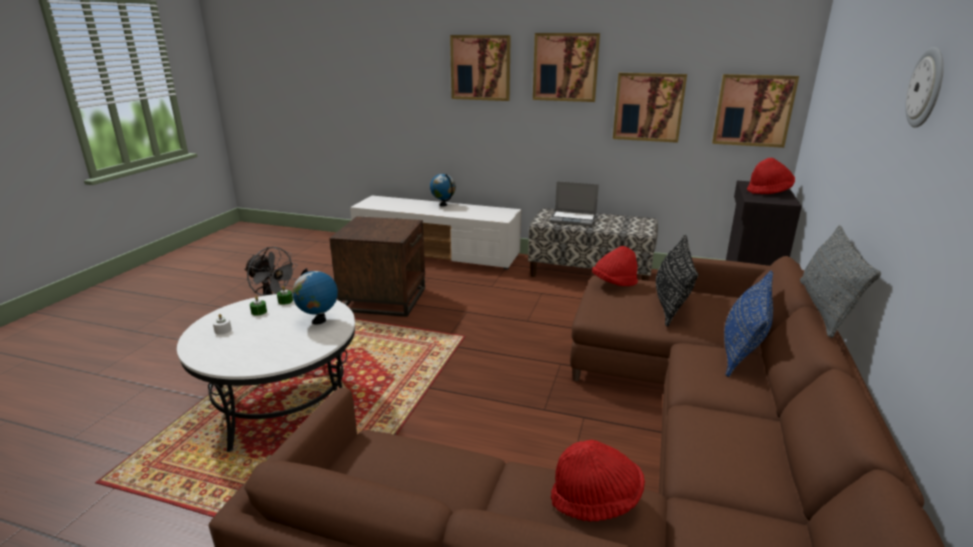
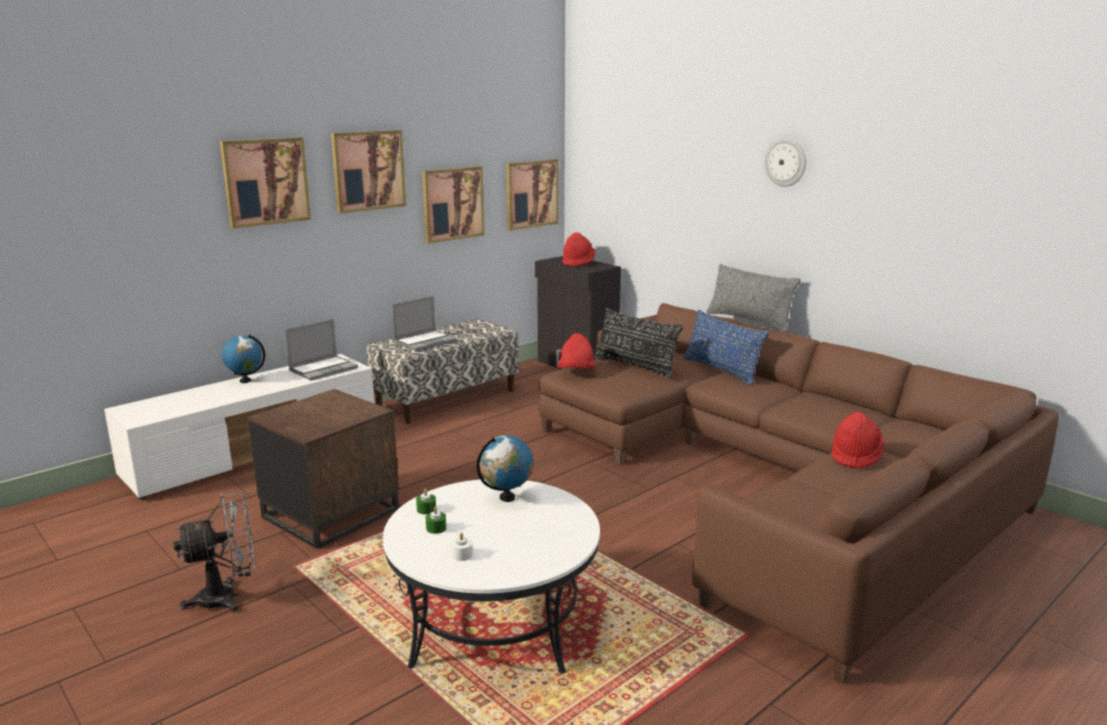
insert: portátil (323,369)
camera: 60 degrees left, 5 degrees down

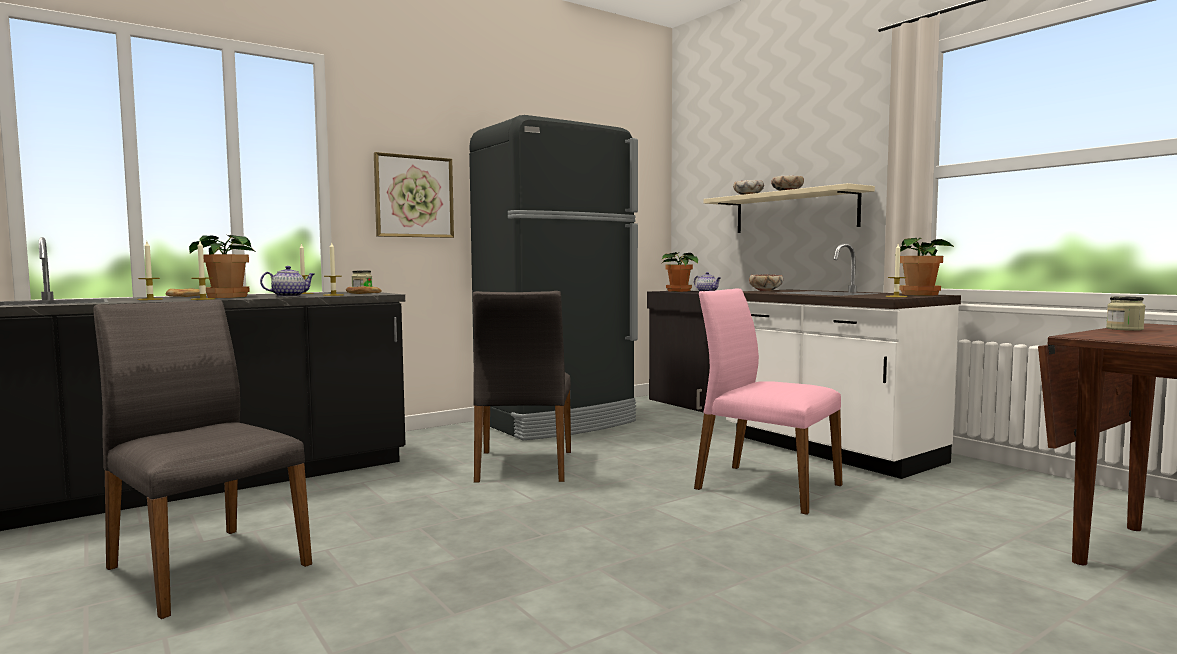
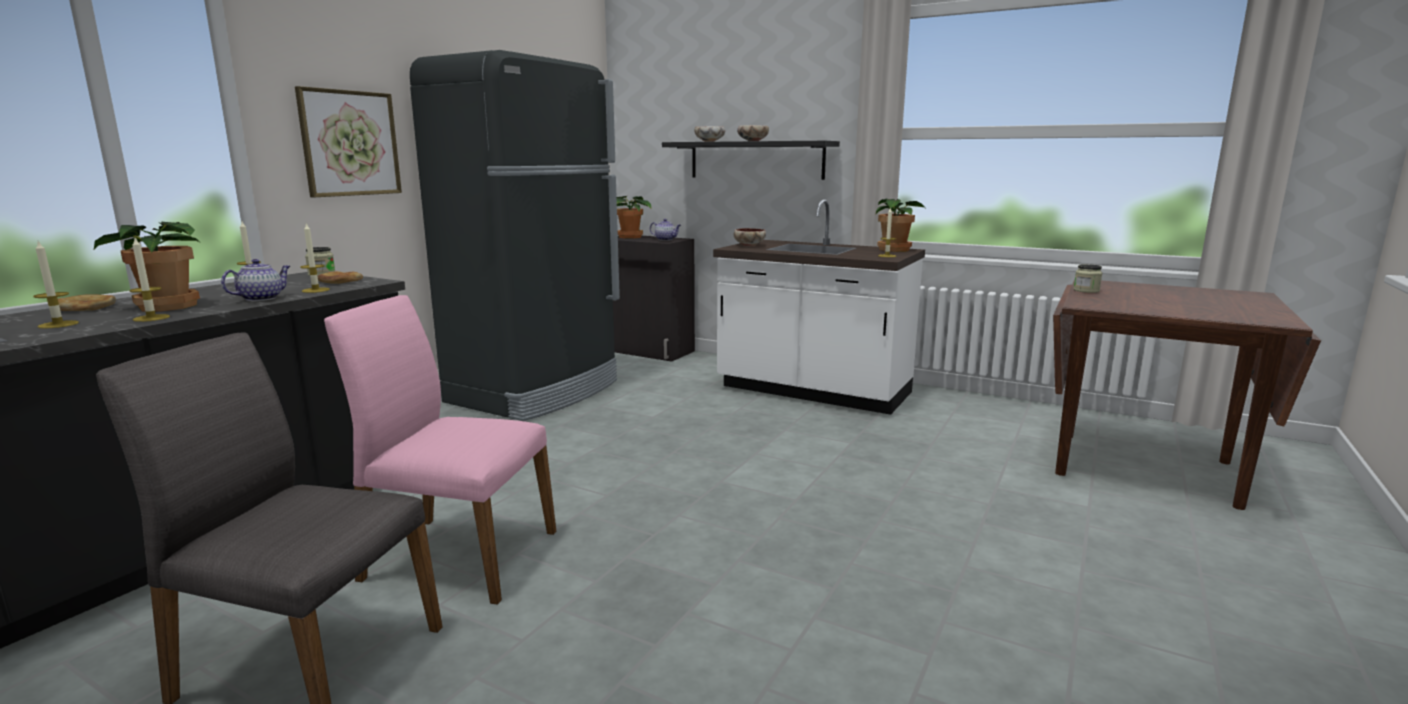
delete: silla [gris] (523,466)
move: silla [rosa] (765,487) to (457,556)
recolor: estante [beis] (794,212) to estante [negro] (756,160)
camera: 25 degrees left, 10 degrees up

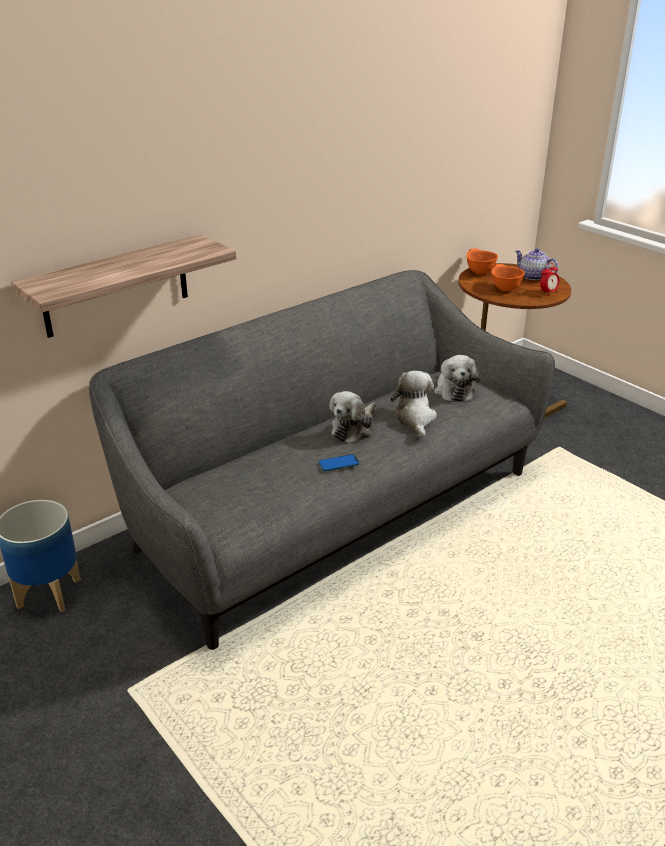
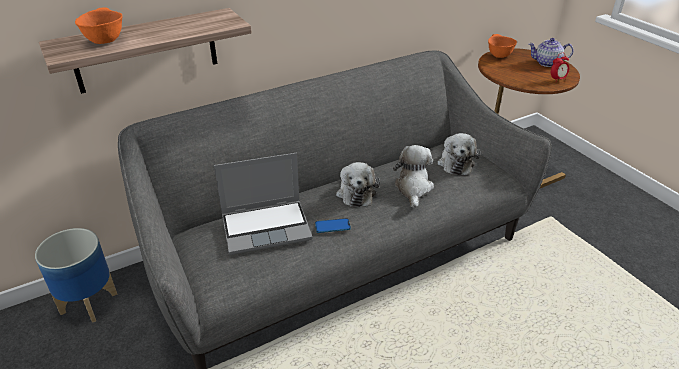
insert: portátil (267,227)
move: cuenco [naranja] (504,289) to (104,41)
rotate: peluche (353,429) = (356,192) 45 degrees counterclockwise; tetera (533,276) = (546,63) 45 degrees counterclockwise
camera: 10 degrees right, 5 degrees up

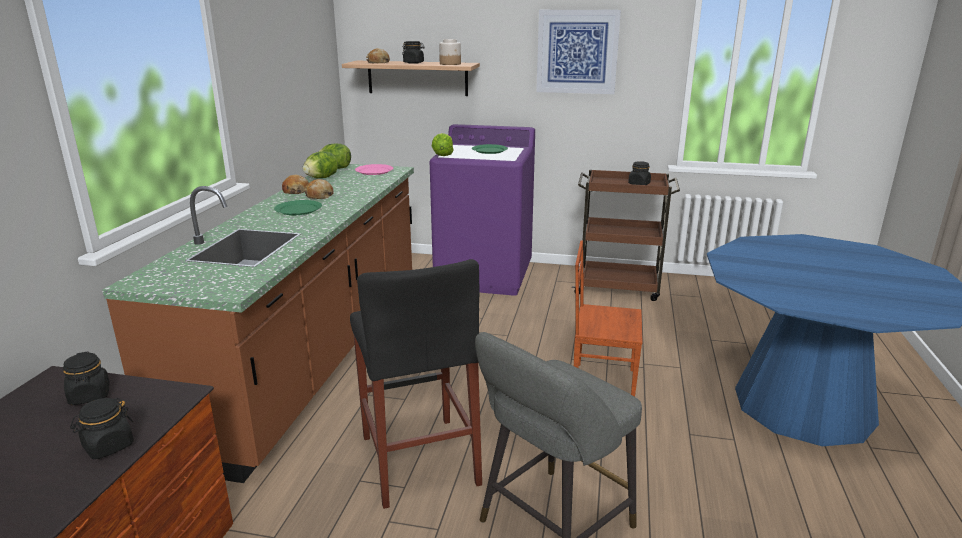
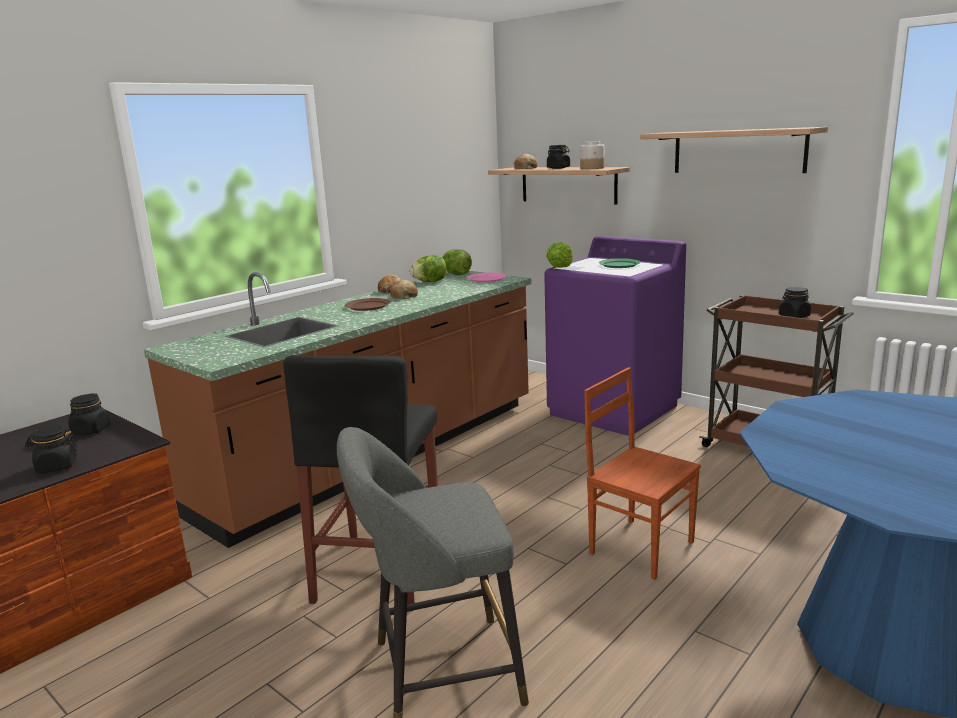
replace: cuadro (577,52) to estante (738,151)
recolor: plato [verde] (299,209) to plato [marrón] (368,306)
camera: 30 degrees right, 5 degrees down

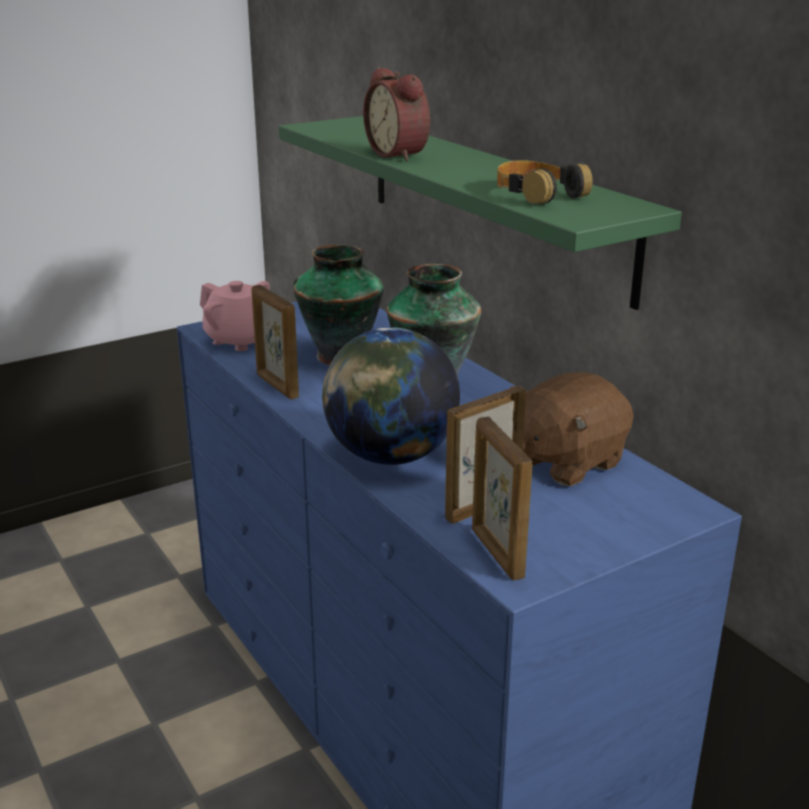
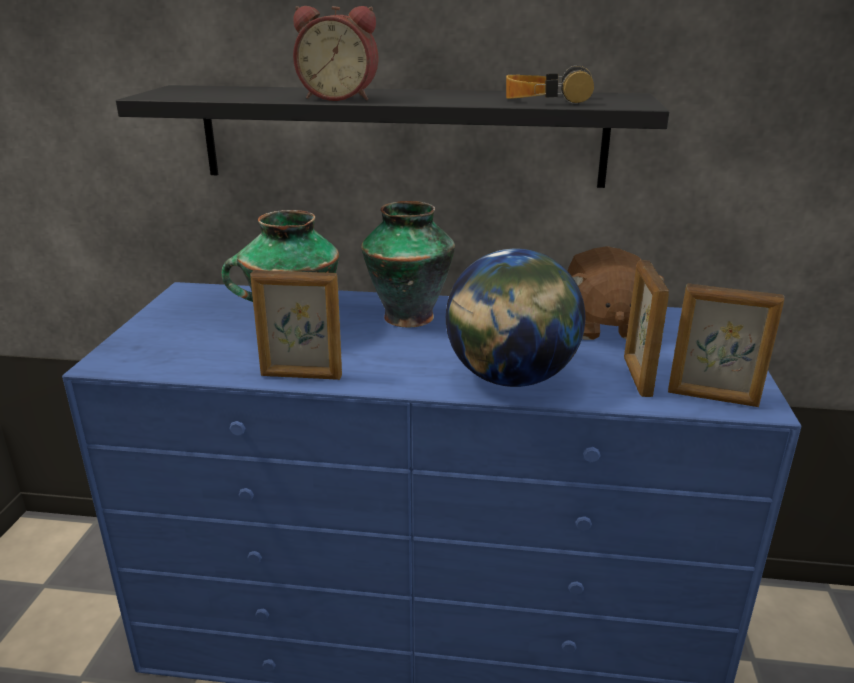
delete: tetera [rosa] (240,341)
recolor: estante [verde] (491,201) to estante [negro] (401,136)
camera: 50 degrees left, 0 degrees up

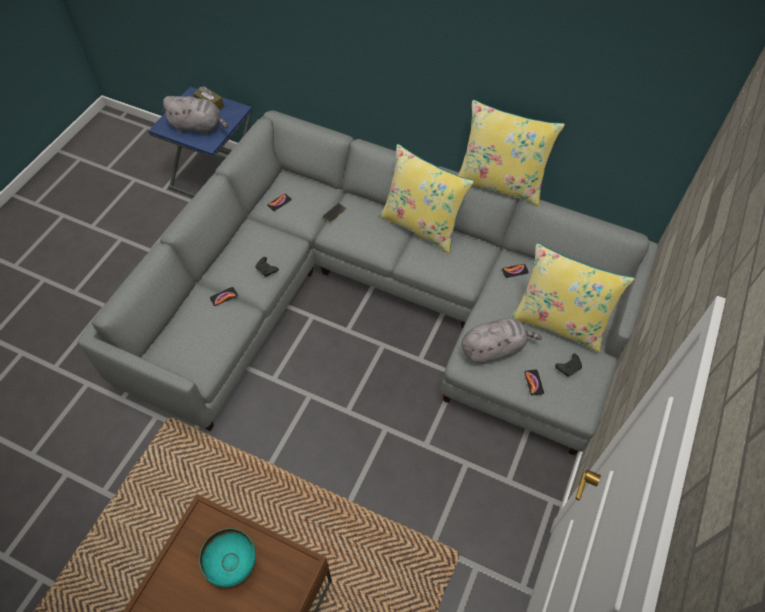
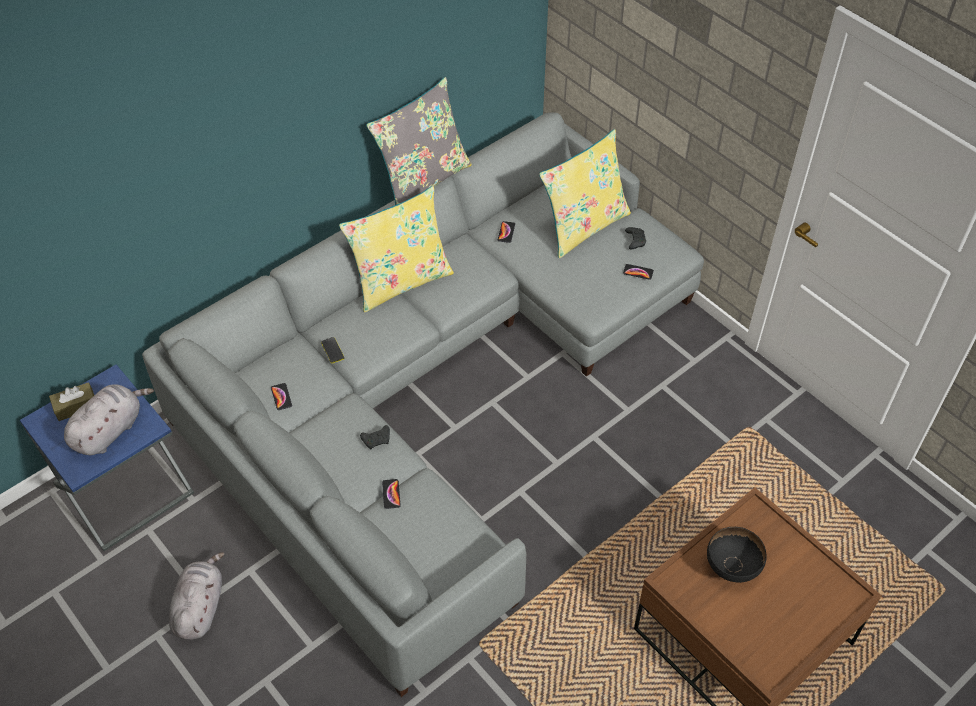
move: peluche [gris] (494,348) to (200,607)
recolor: cuenco [turquesa] (233,564) to cuenco [negro] (732,568); cojín [amarillo] (500,183) to cojín [gris] (423,180)
camera: 65 degrees left, 5 degrees down

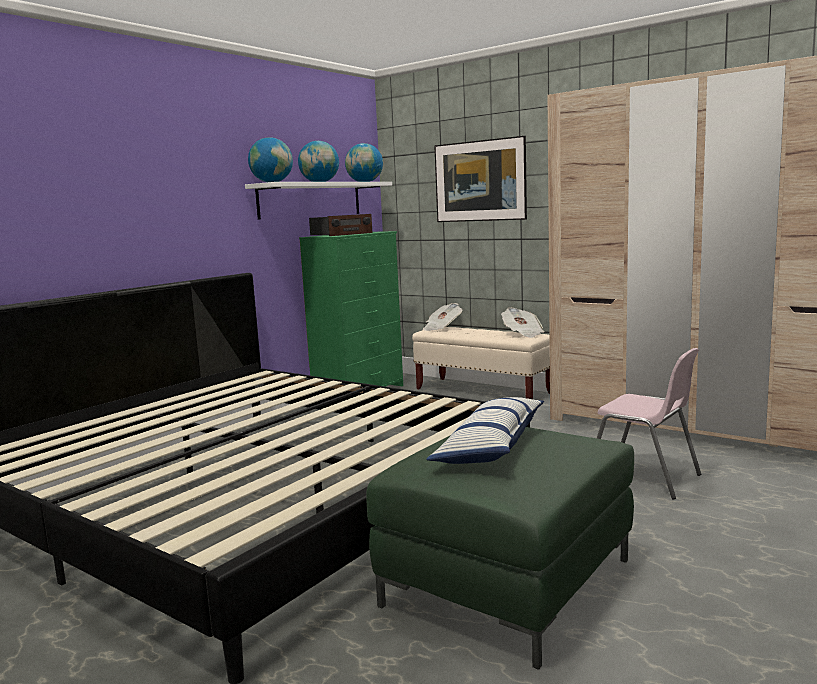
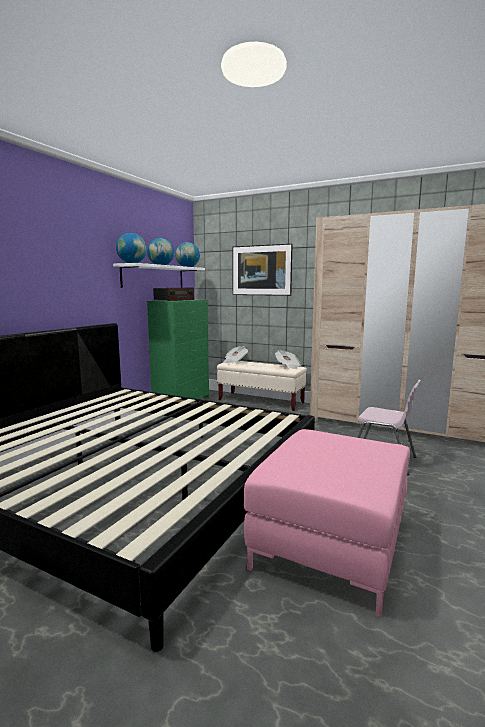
delete: cojín (490,447)
recolor: puf [verde] (507,582) to puf [rosa] (330,543)
camera: 10 degrees left, 0 degrees up

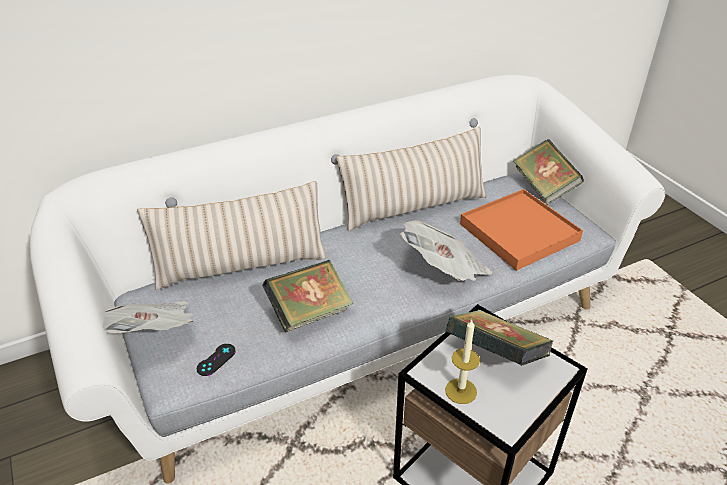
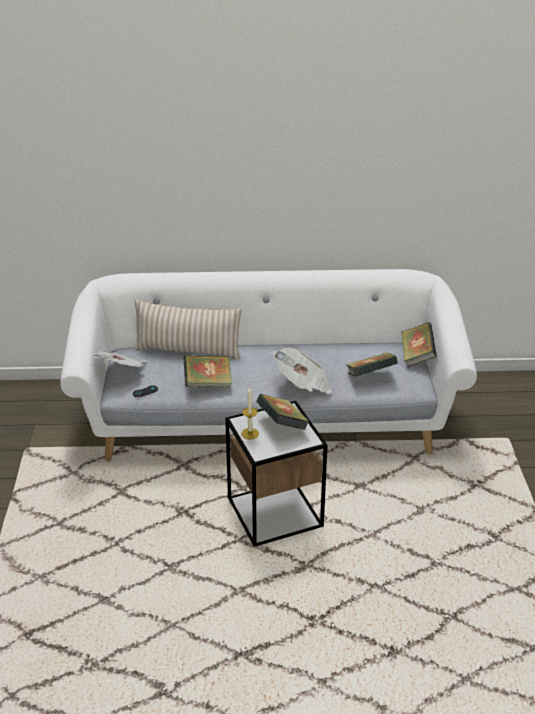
delete: cojín [beis] (414,207)
replace: bandeja [naranja] (518,232) to libro (370,376)
camera: 25 degrees right, 5 degrees down

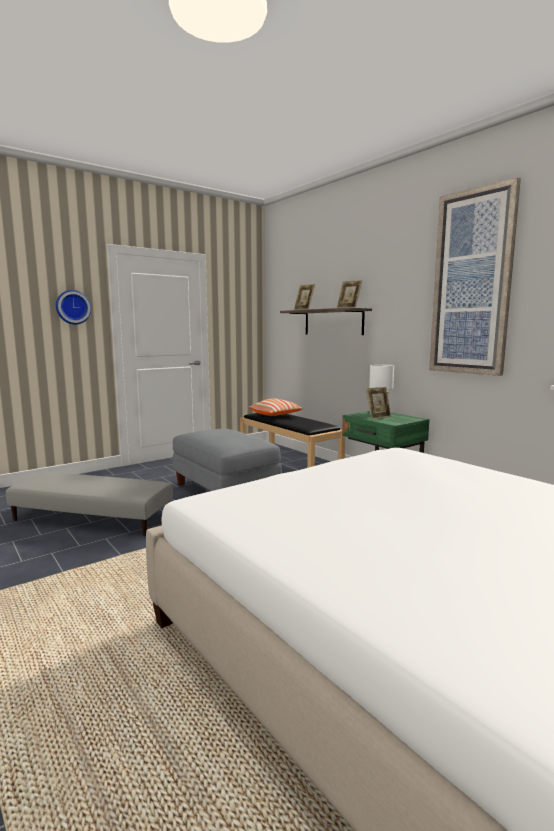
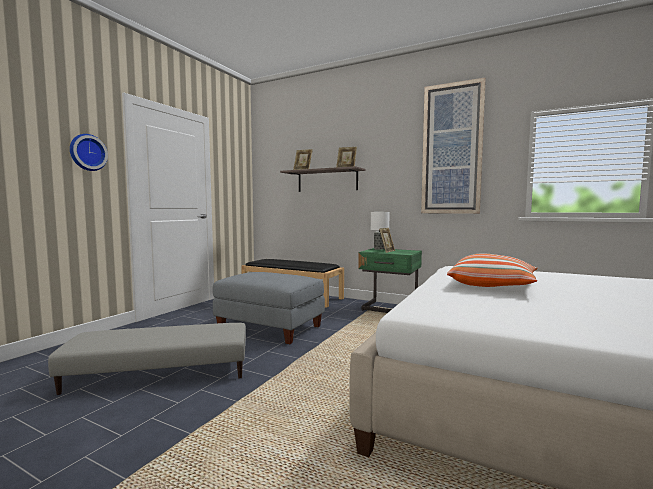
move: cojín (276,415) to (492,285)
camera: 25 degrees left, 5 degrees down

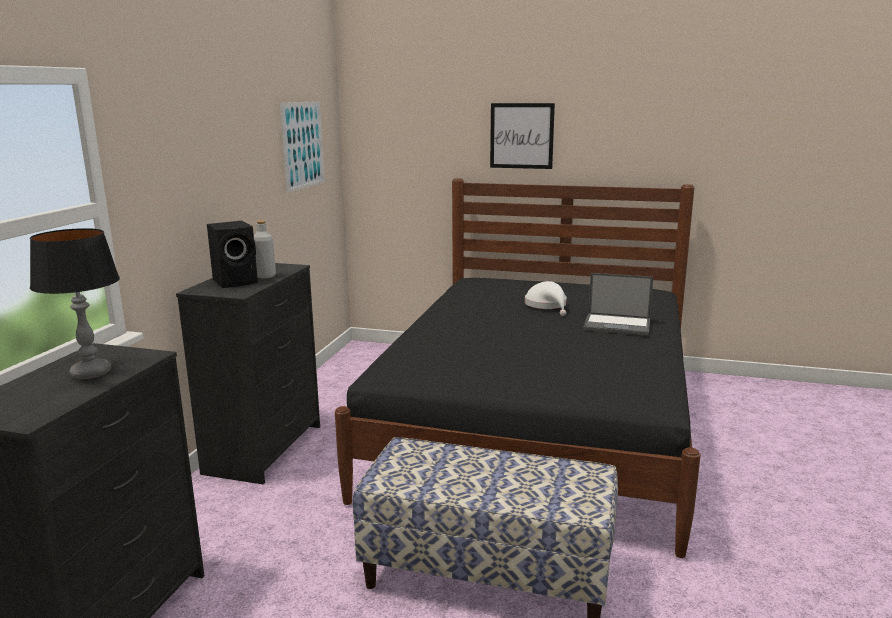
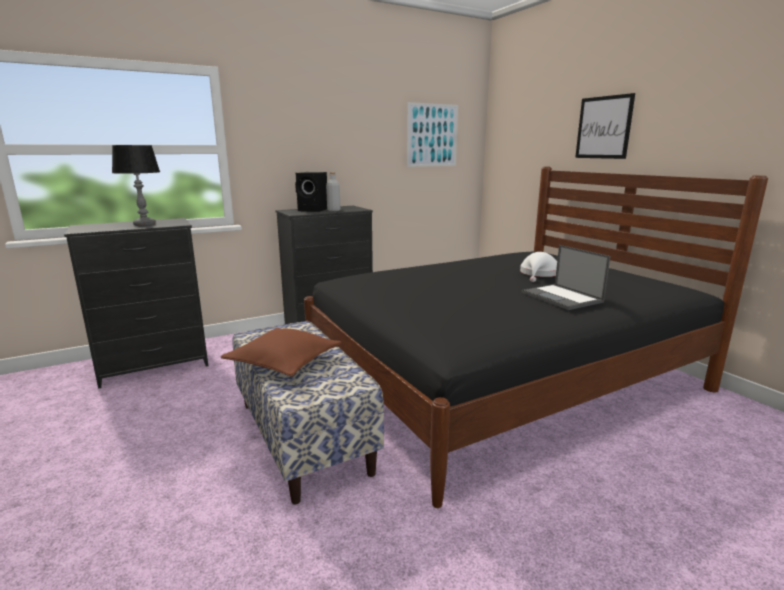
insert: cojín [marrón] (284,361)
camera: 45 degrees right, 0 degrees up

